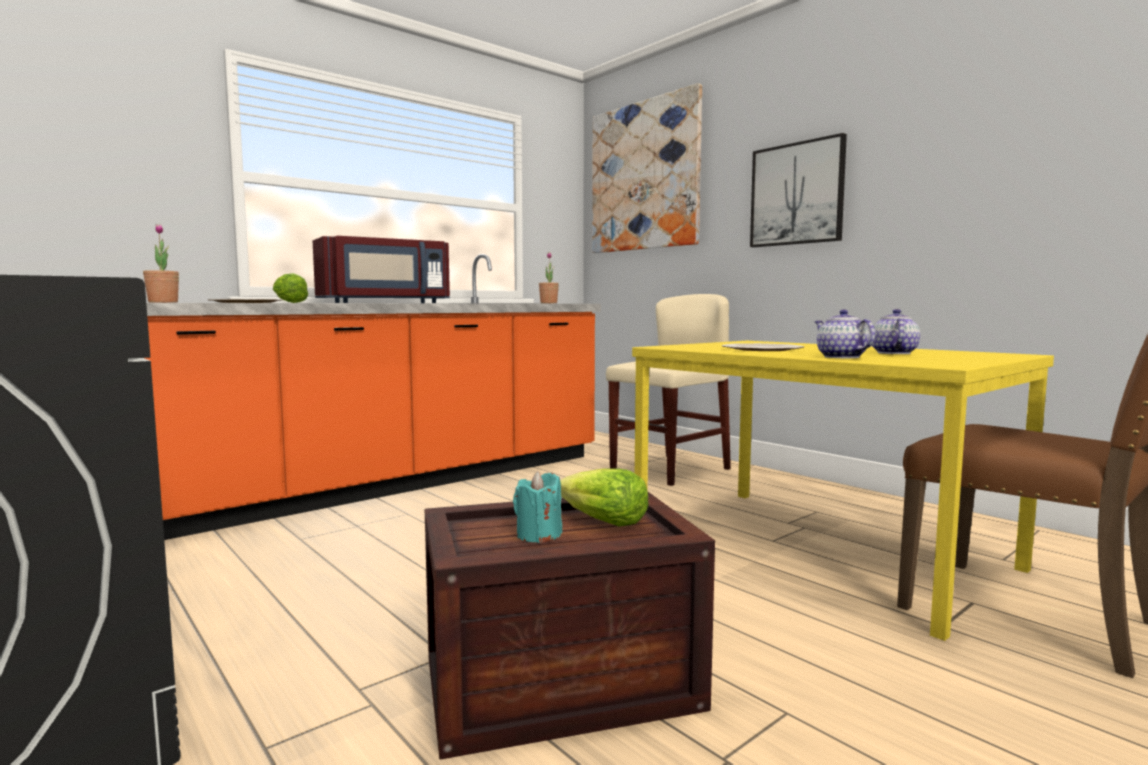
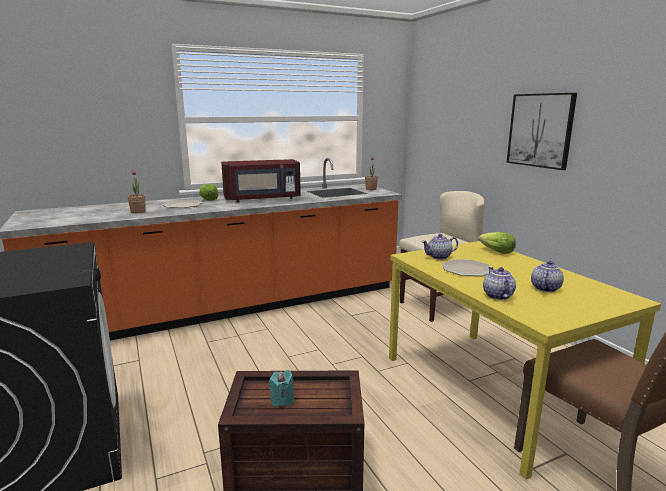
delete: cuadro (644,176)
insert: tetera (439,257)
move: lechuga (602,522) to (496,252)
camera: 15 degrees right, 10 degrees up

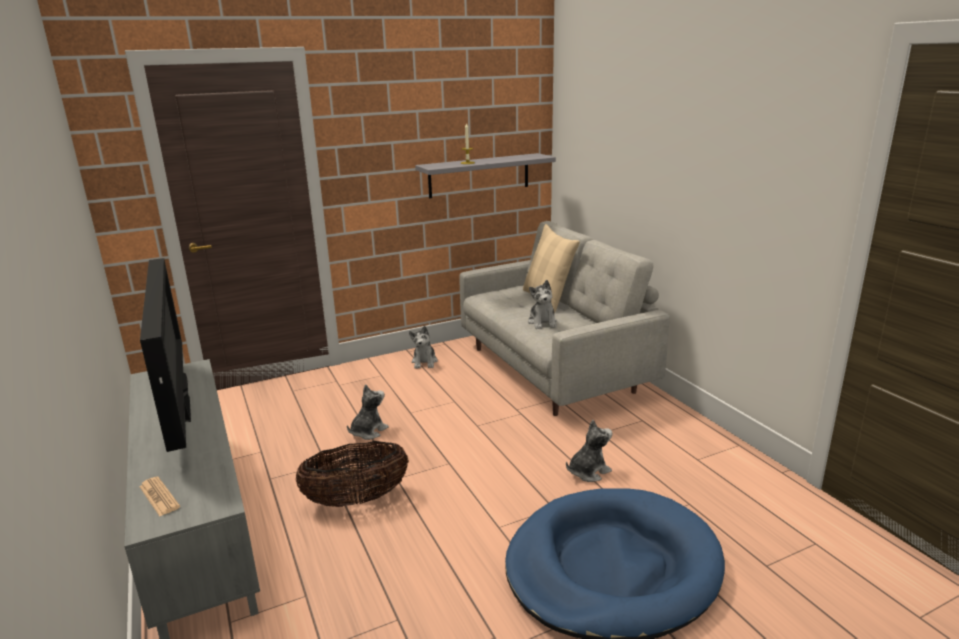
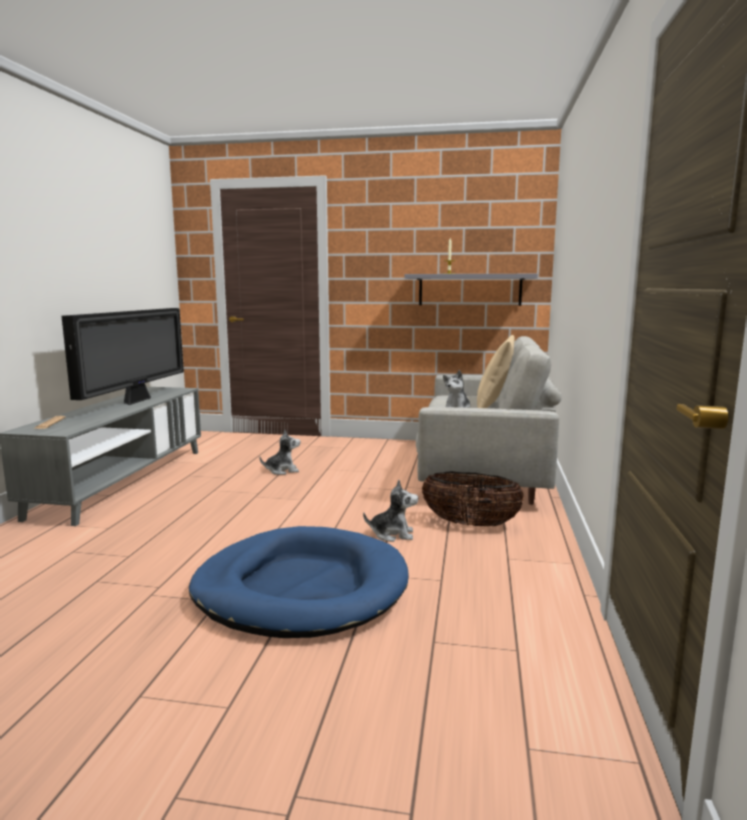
delete: peluche (424,362)
move: cesta (356,499) to (470,524)
camera: 35 degrees right, 10 degrees down

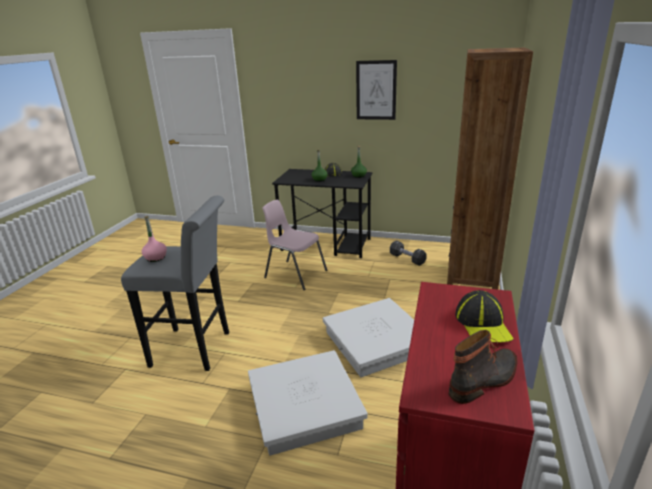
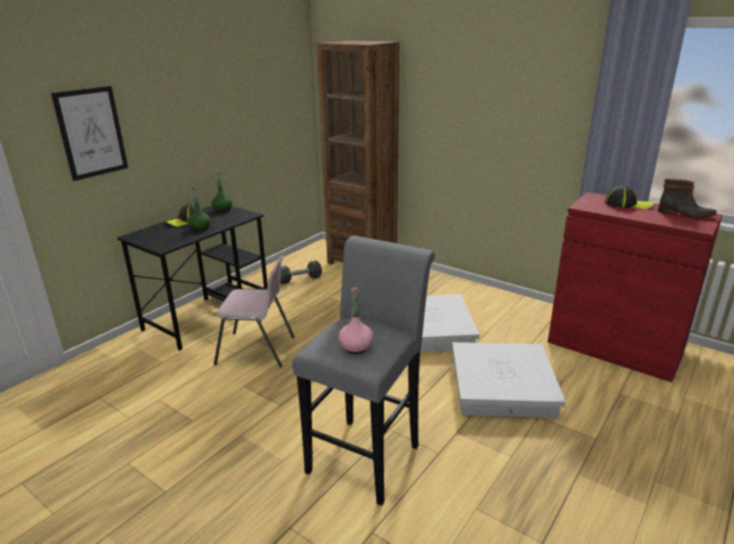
move: cuadro (376,90) to (91,133)
rotate: silla [rosa] (295,274) = (257,350) 135 degrees counterclockwise; bota (484,380) = (685,214) 135 degrees clockwise
camera: 70 degrees left, 0 degrees up

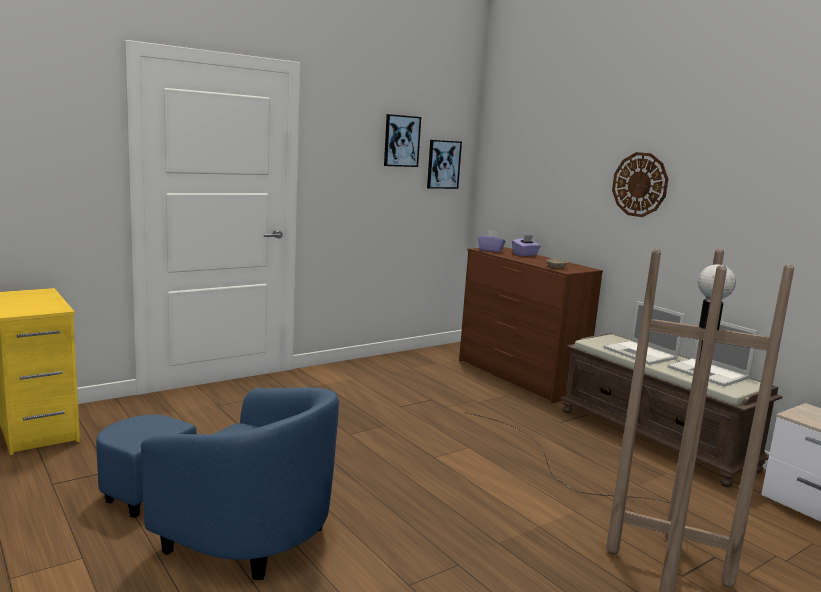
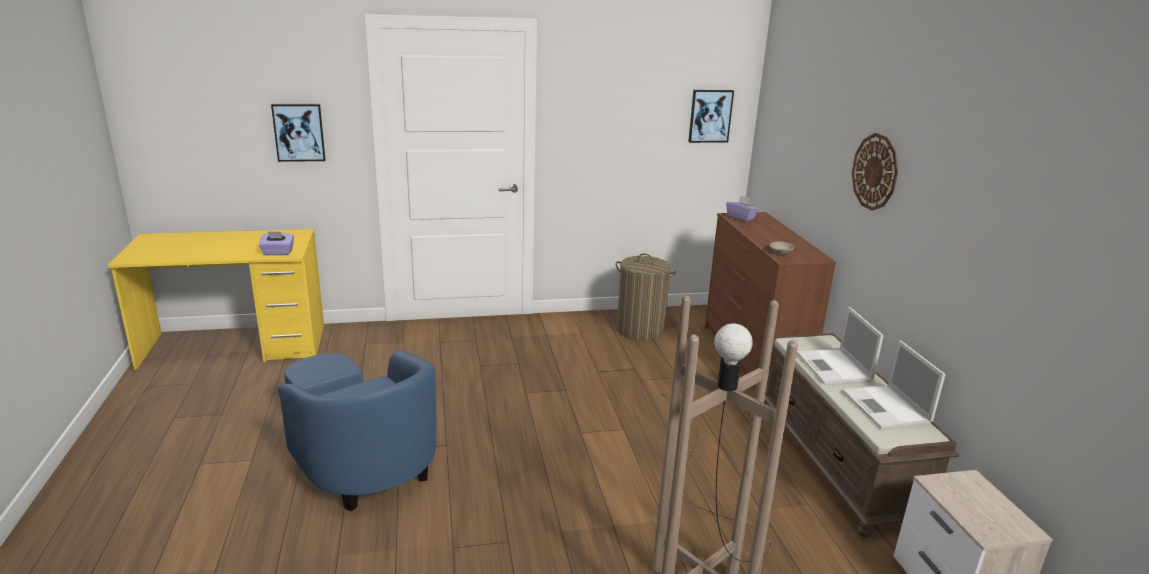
insert: cesto de la ropa (640,329)
move: cuadro (401,141) to (299,132); caja de pañuelos [morado] (525,254) to (278,253)
camera: 25 degrees right, 10 degrees up

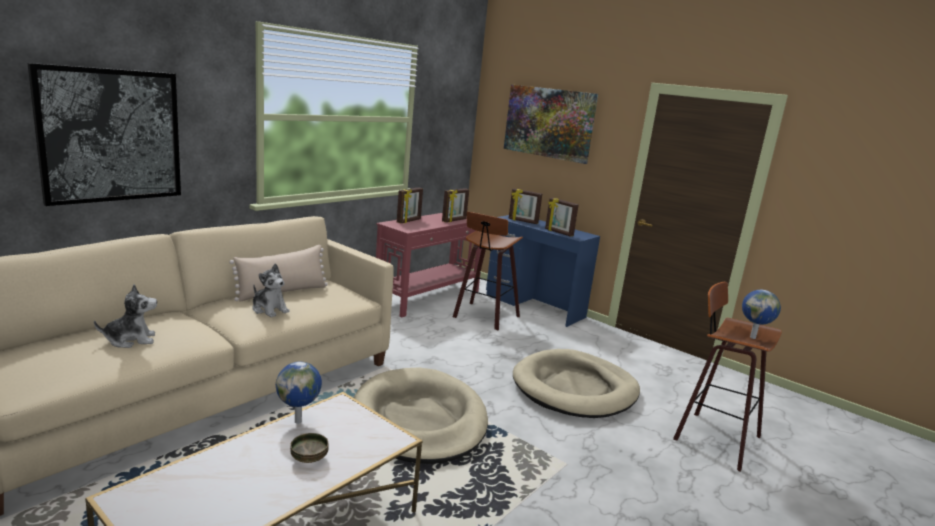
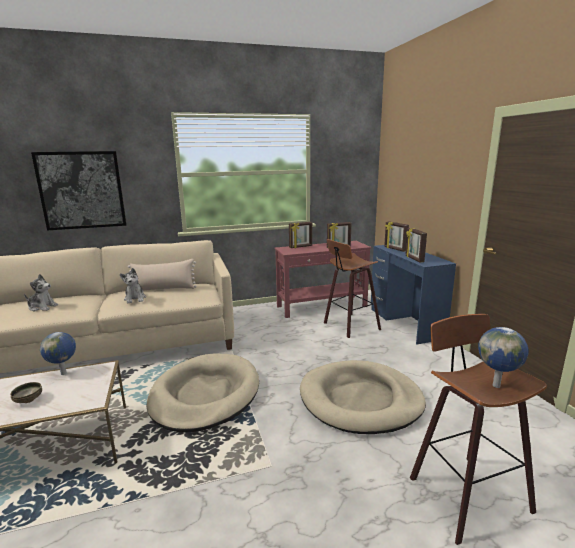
delete: cuadro (549,123)
camera: 35 degrees right, 0 degrees up

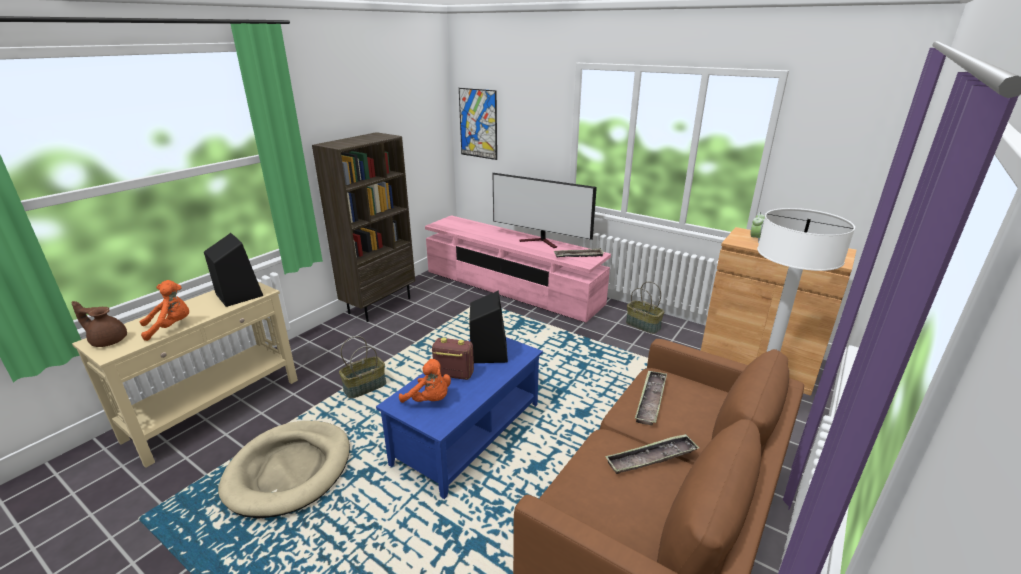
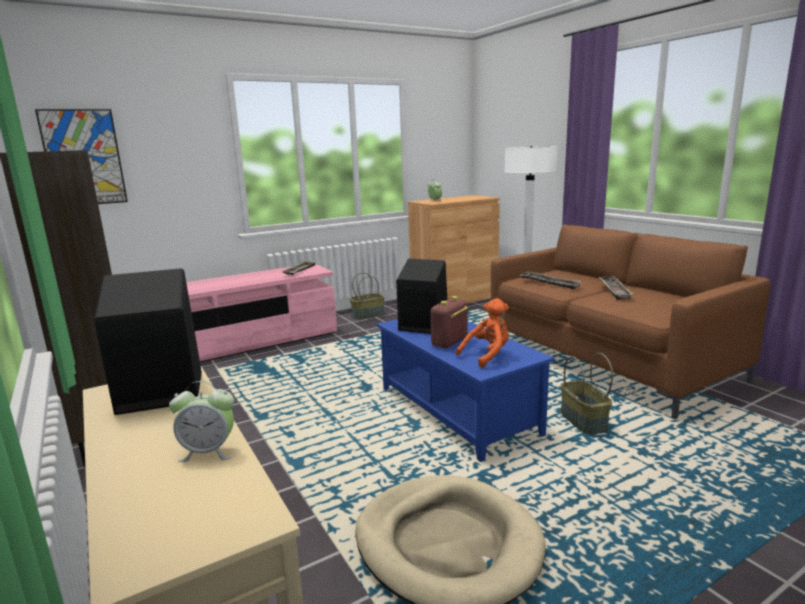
delete: tetera [marrón] (108,340); televisor (541,242)
move: cesta (365,387) to (582,421)
replace: peluche [naranja] (171,327) to despertador (208,452)
camera: 65 degrees left, 10 degrees down

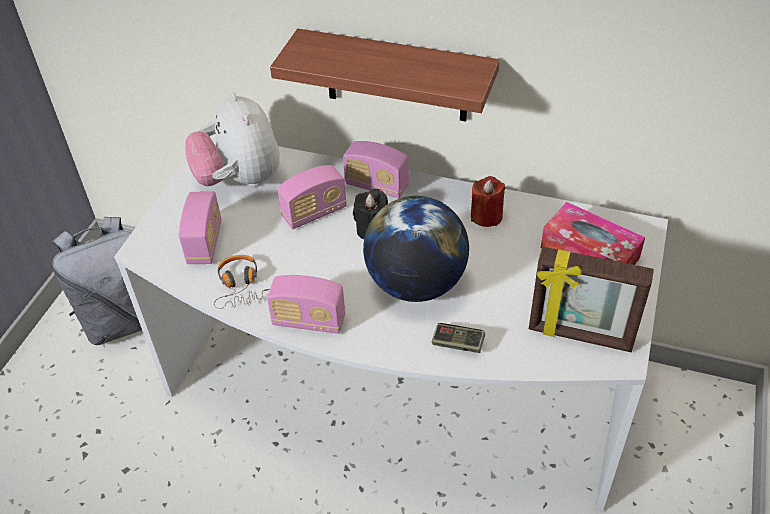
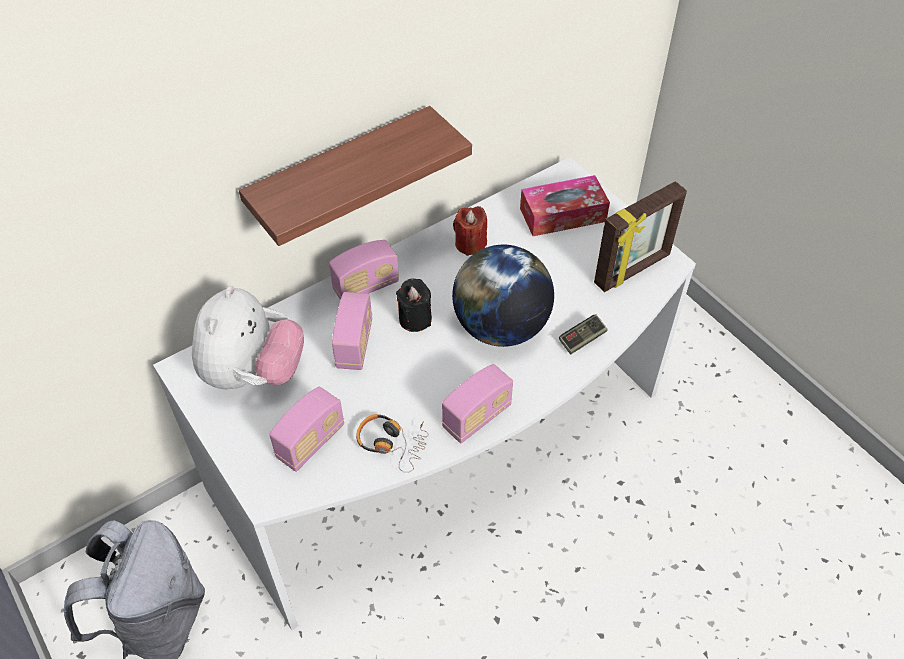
rotate: radio (205,243) = (311,442) 90 degrees clockwise; peluche (240,180) = (253,373) 90 degrees counterclockwise
camera: 55 degrees left, 5 degrees up

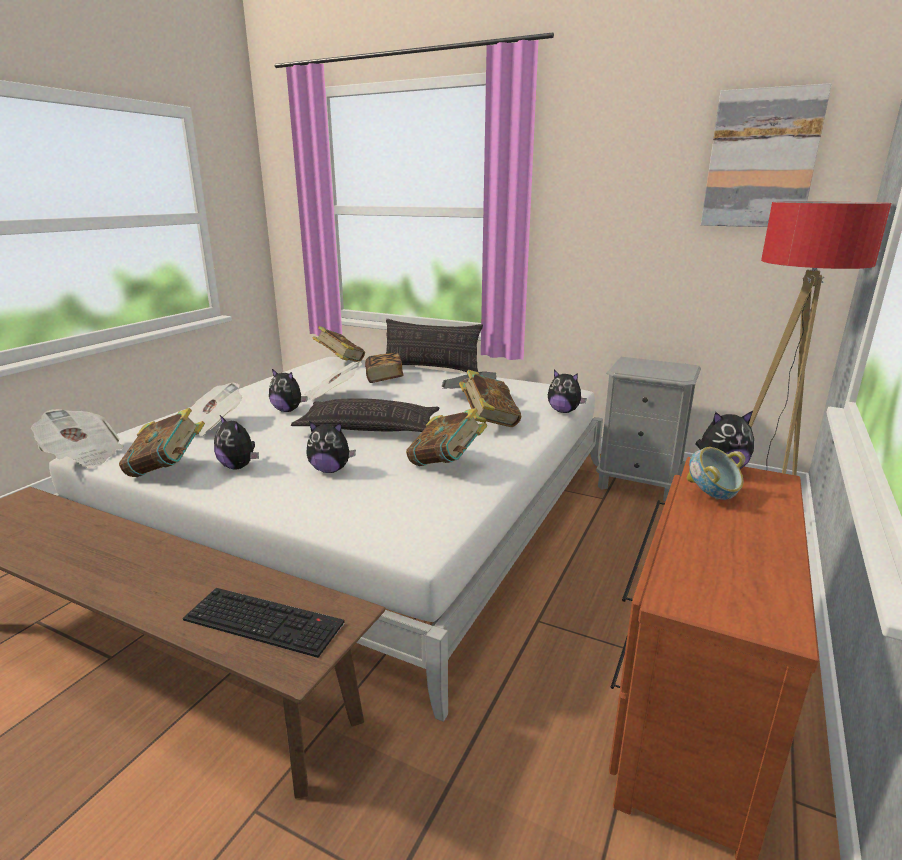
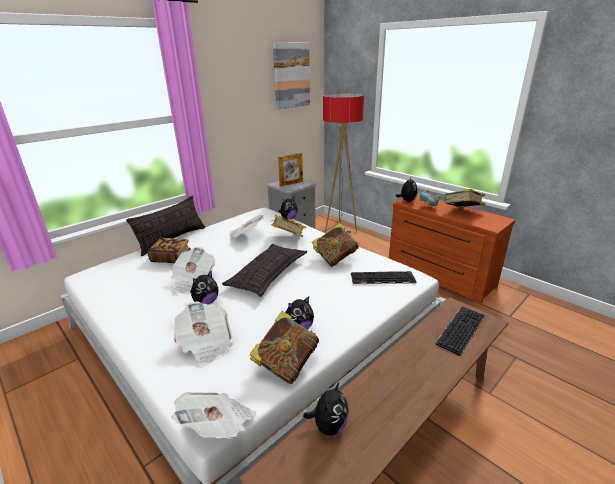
insert: portarretratos (291,183); teclado (382,278)
move: peluche (330,470) to (329,426); libro (340,363) to (462,212)
camera: 70 degrees left, 5 degrees up

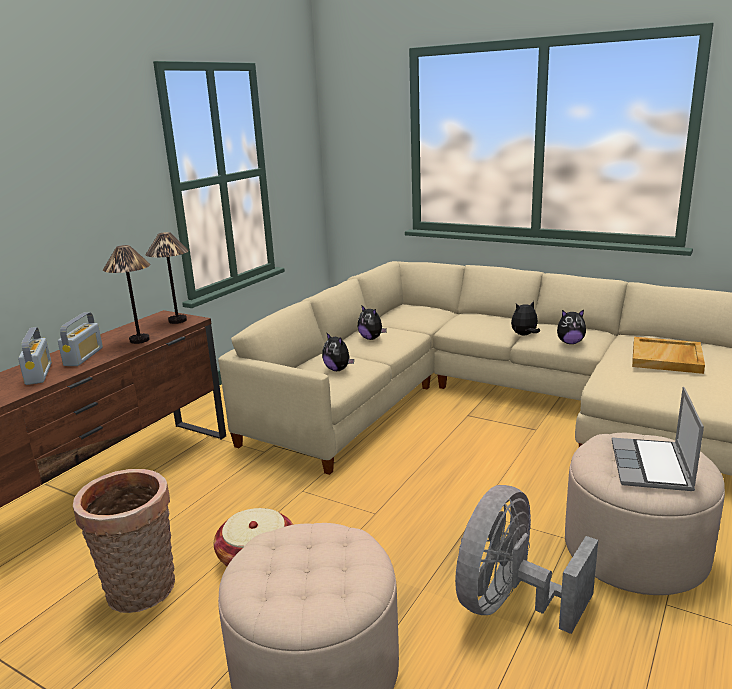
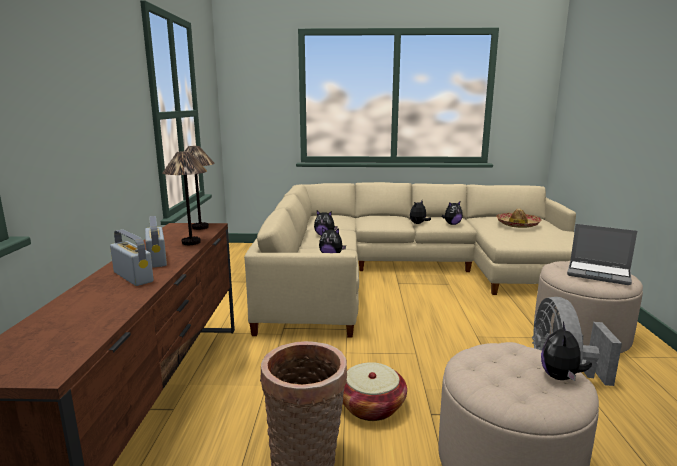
insert: peluche (560,377)
replace: bandeja [beis] (667,358) to sombrero (517,224)
rotate: portátil (652,467) = (599,274) 45 degrees counterclockwise
camera: 30 degrees left, 5 degrees down

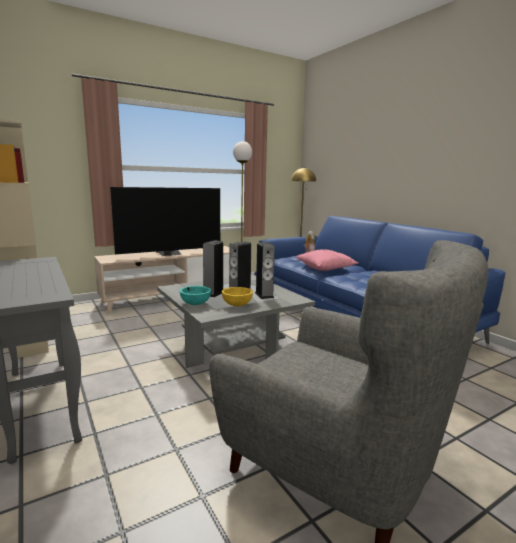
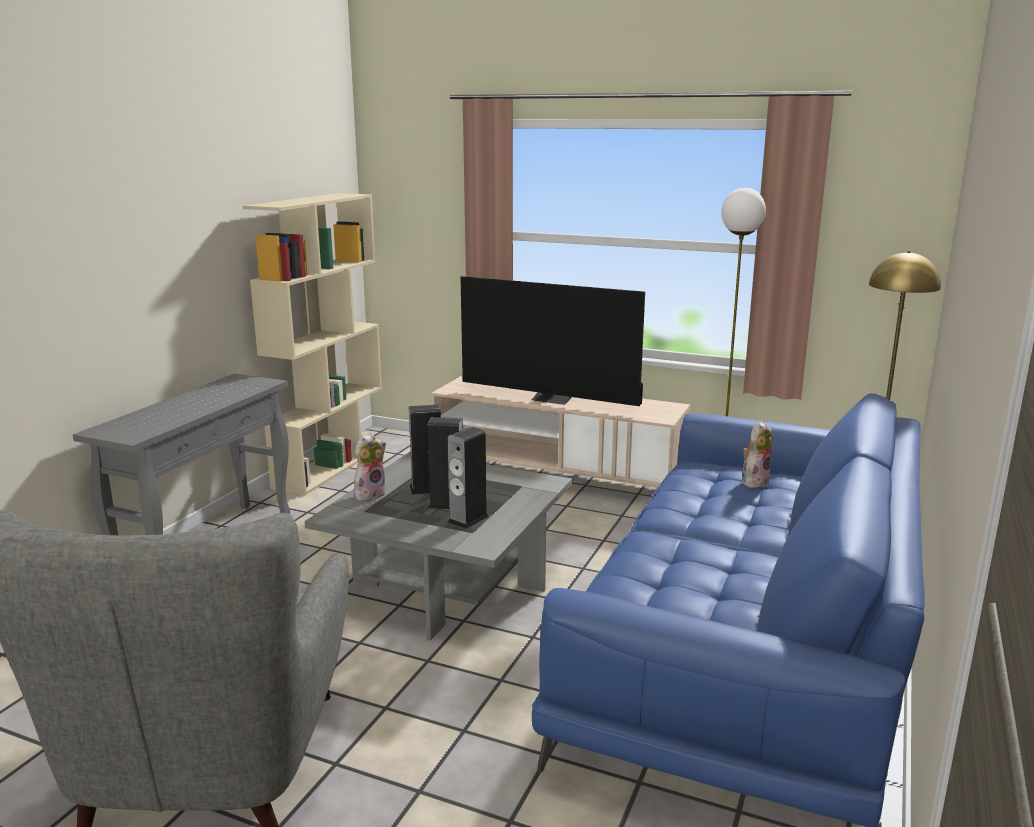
delete: cuenco [amarillo] (236,304); cojín [rosa] (326,268)
replace: cuenco [turquesa] (195,303) to peluche (370,494)
camera: 55 degrees right, 5 degrees up

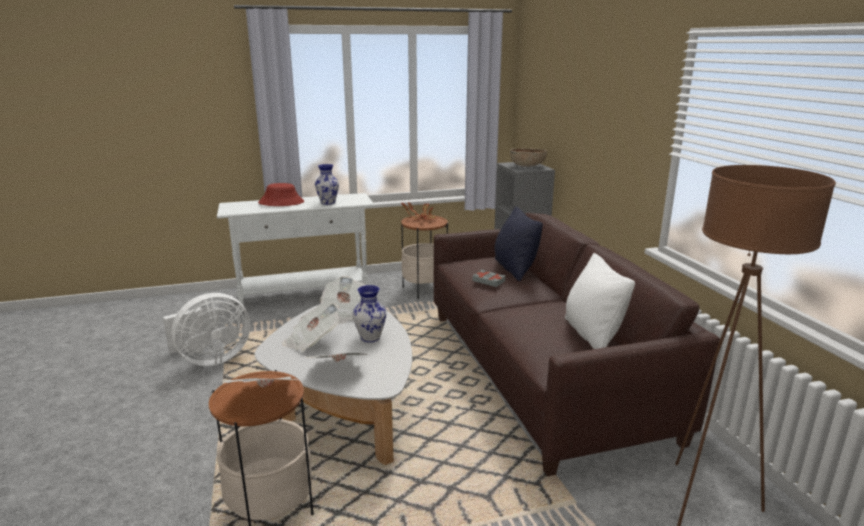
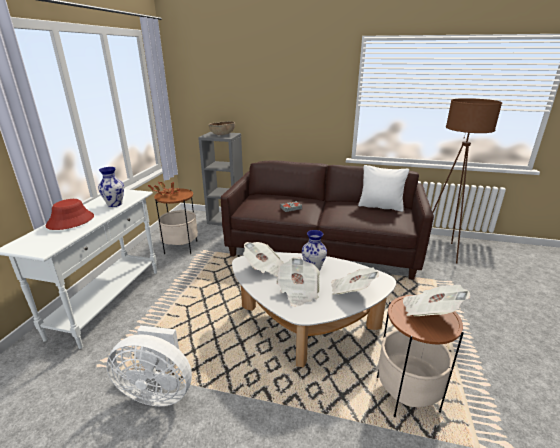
delete: cojín [negro] (514,269)
rotate: ventilador [blanco] (211,359) = (158,391) 105 degrees clockwise
camera: 60 degrees left, 5 degrees up

